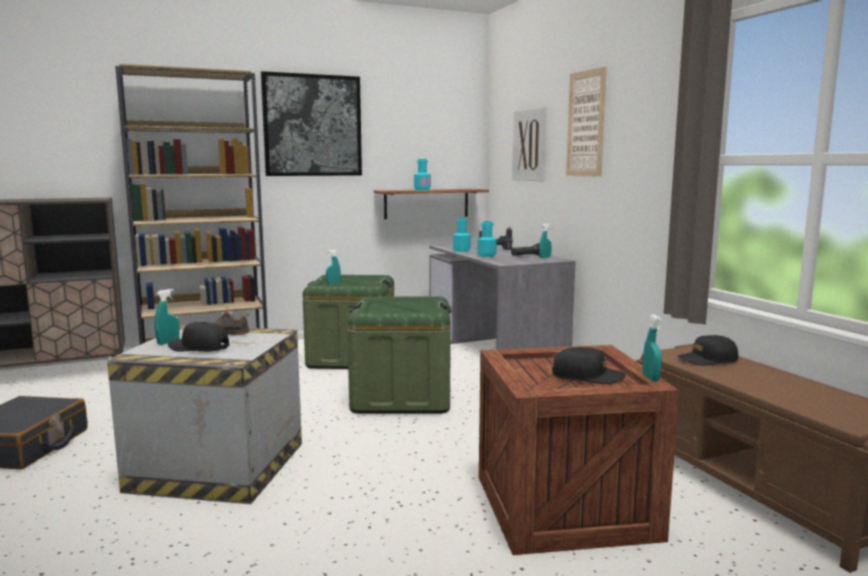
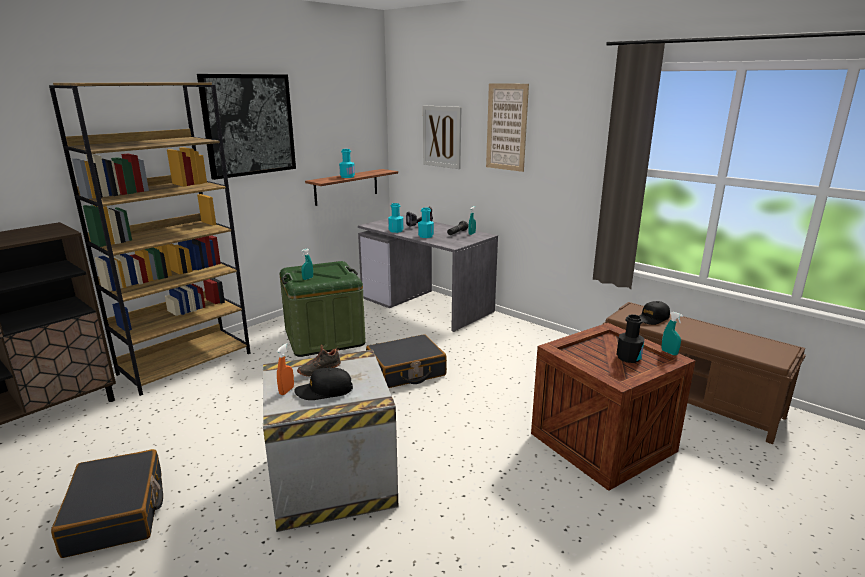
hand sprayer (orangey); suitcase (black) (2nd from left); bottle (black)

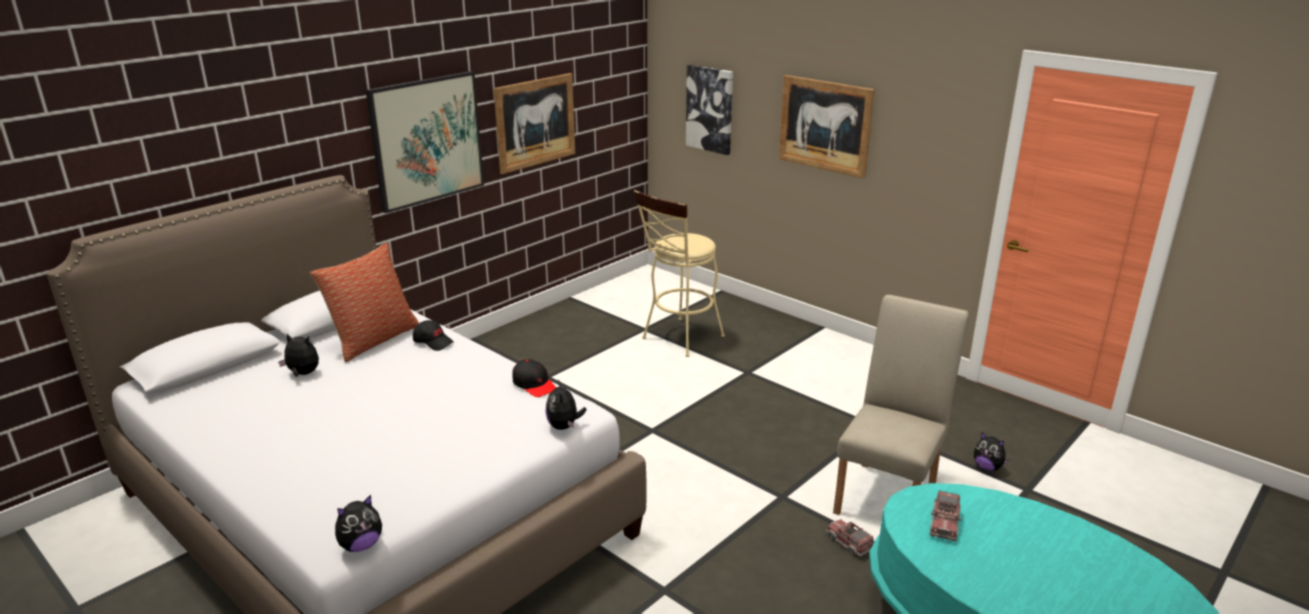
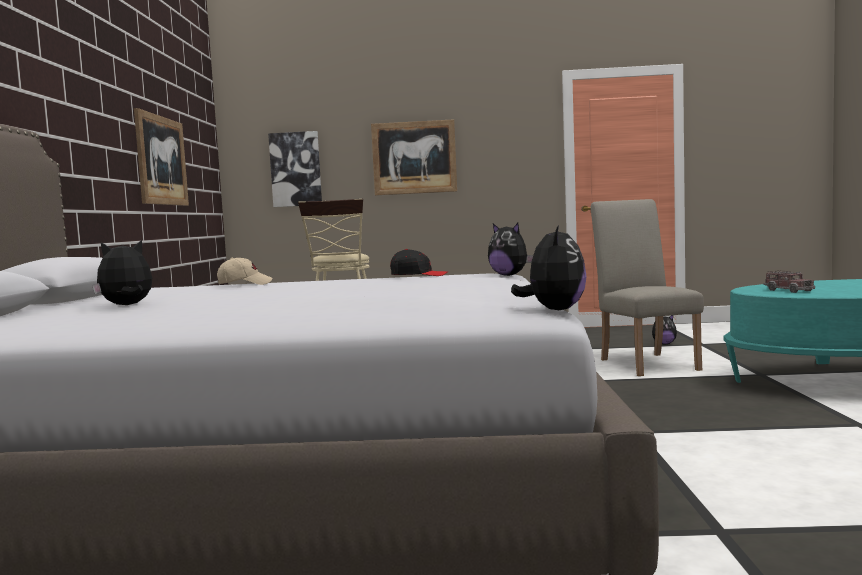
picture (1st from left in the first image); cushion; peaked cap (sand-coloured); toy truck (1st from left in the first image)

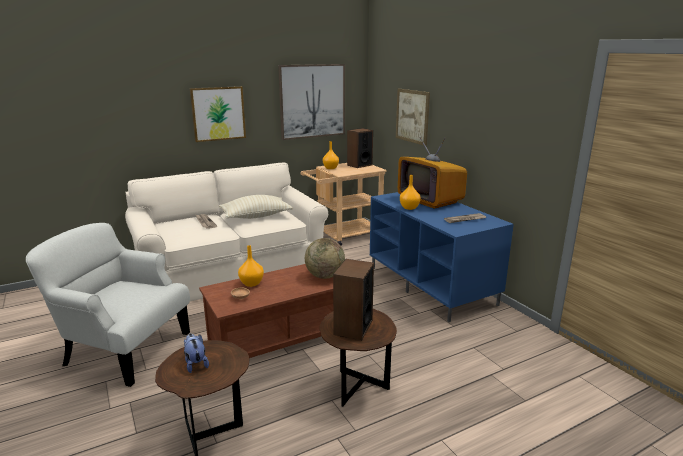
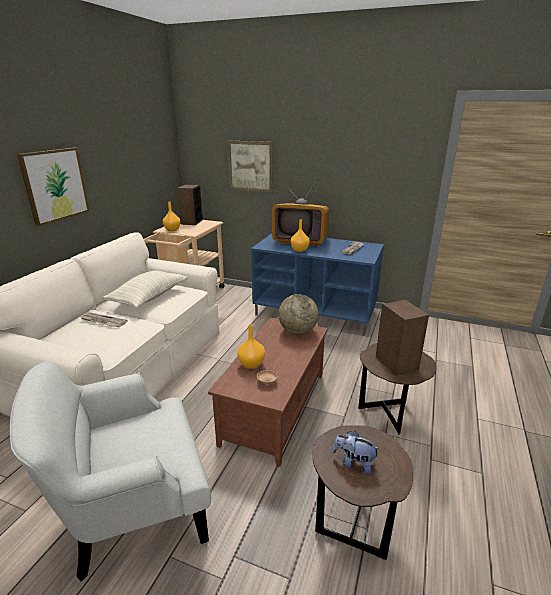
picture (2nd from left in the first image)

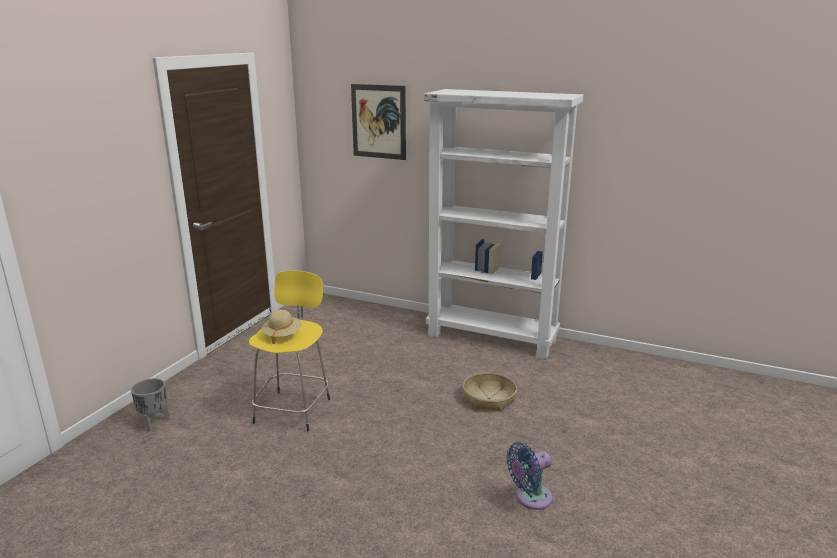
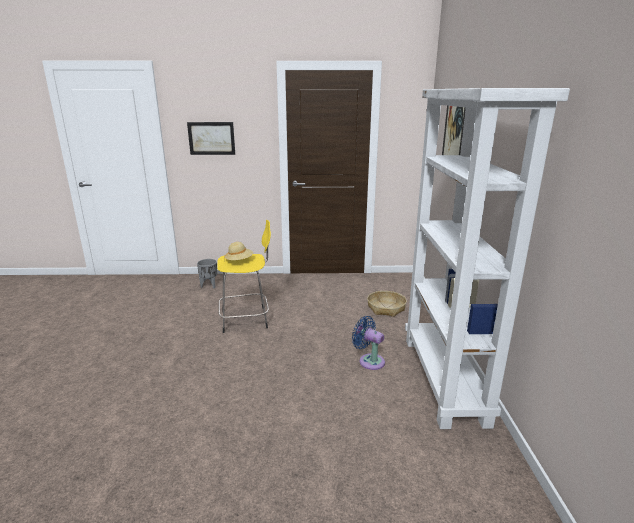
storage basket; cooling fan (blue-coloured); picture (1st from left)

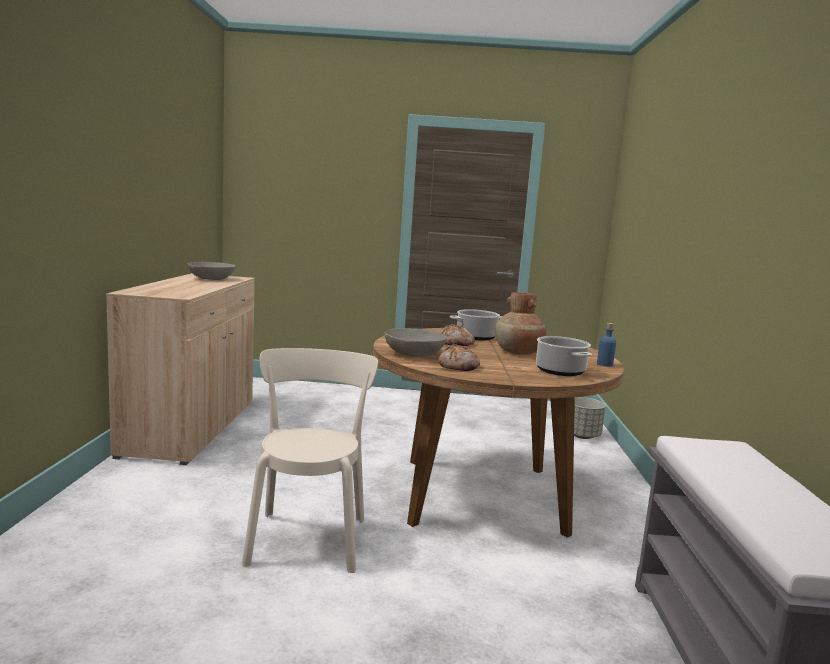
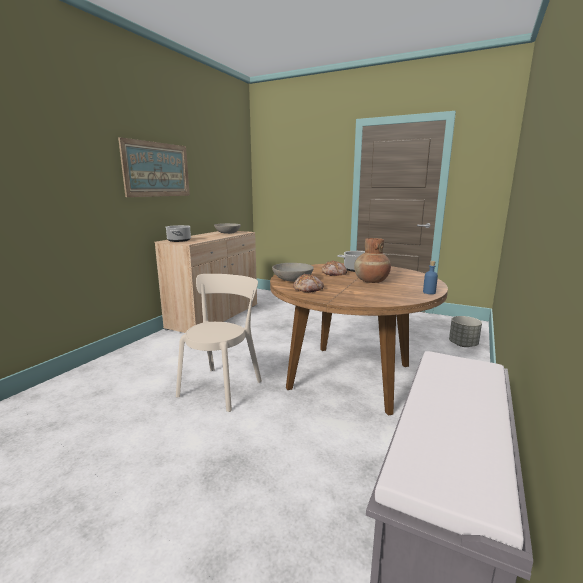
cooking pot (1st from left); picture

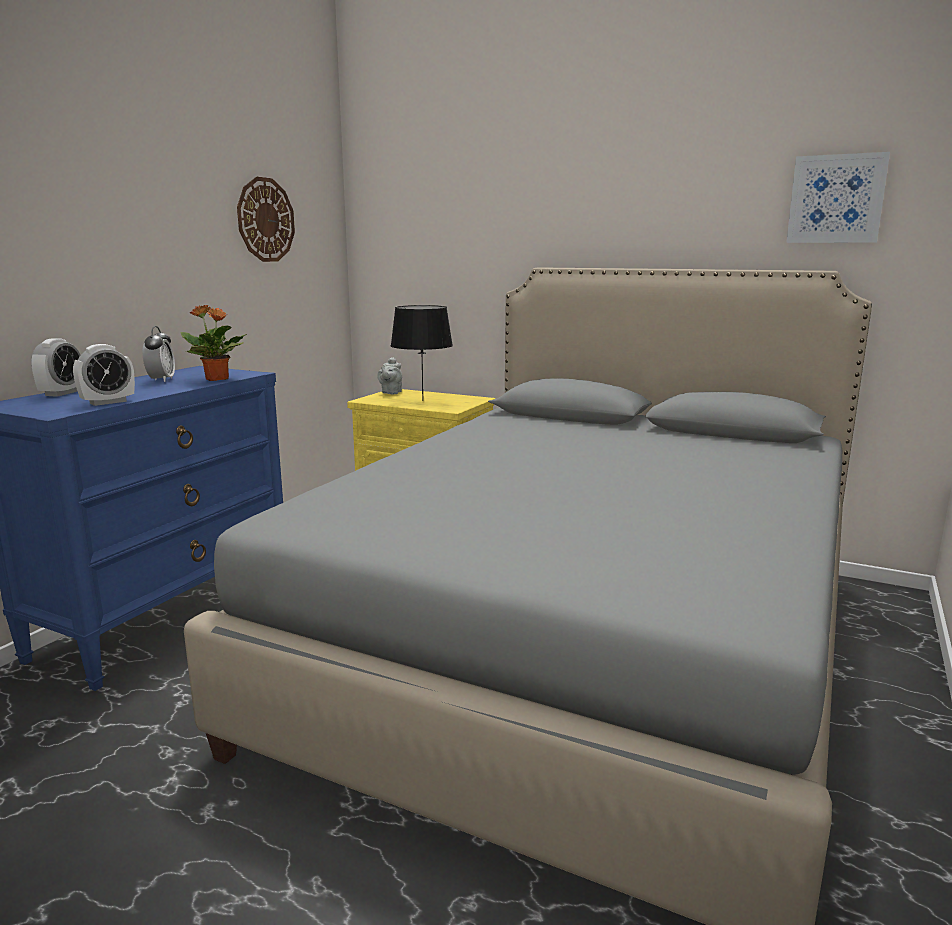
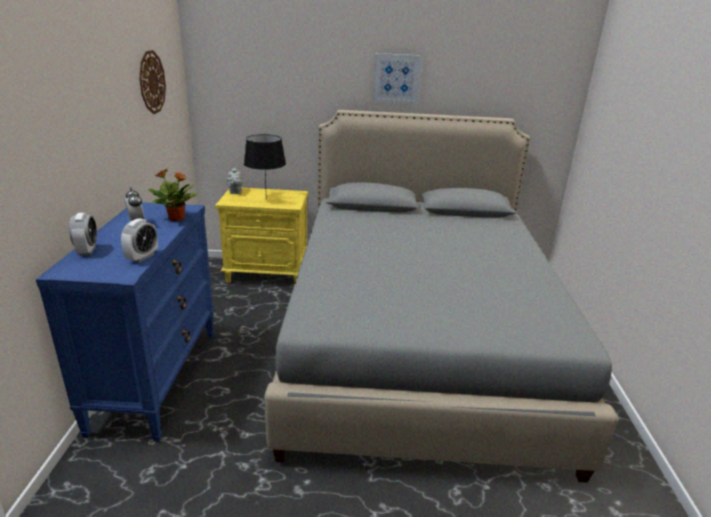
picture

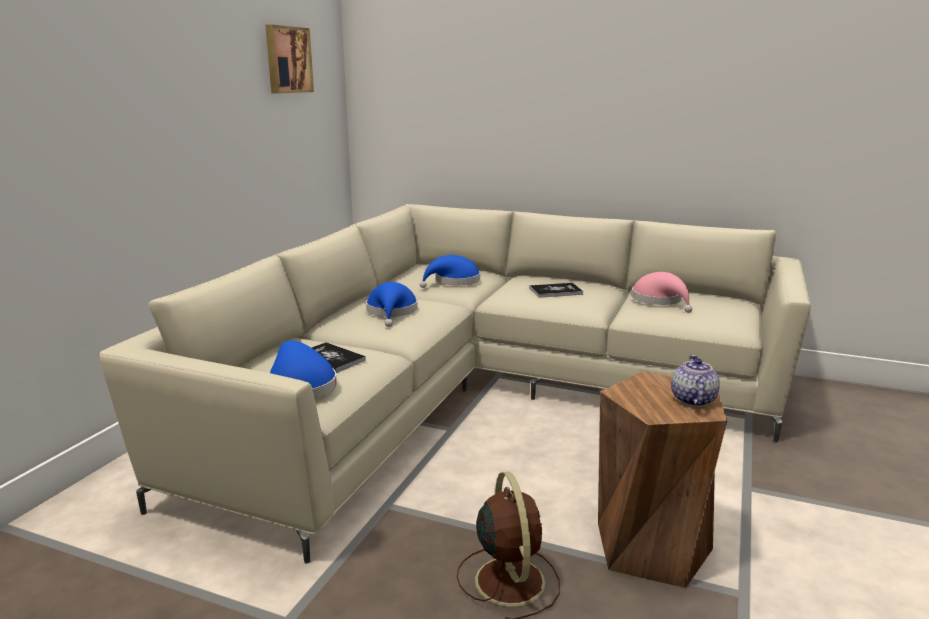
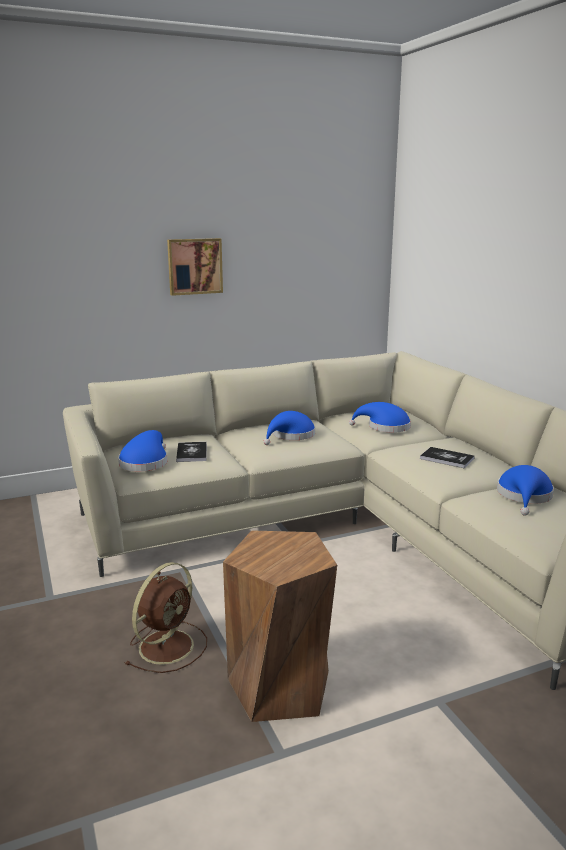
picture; clothing hat (blue-coloured) (4th from left); tea pot

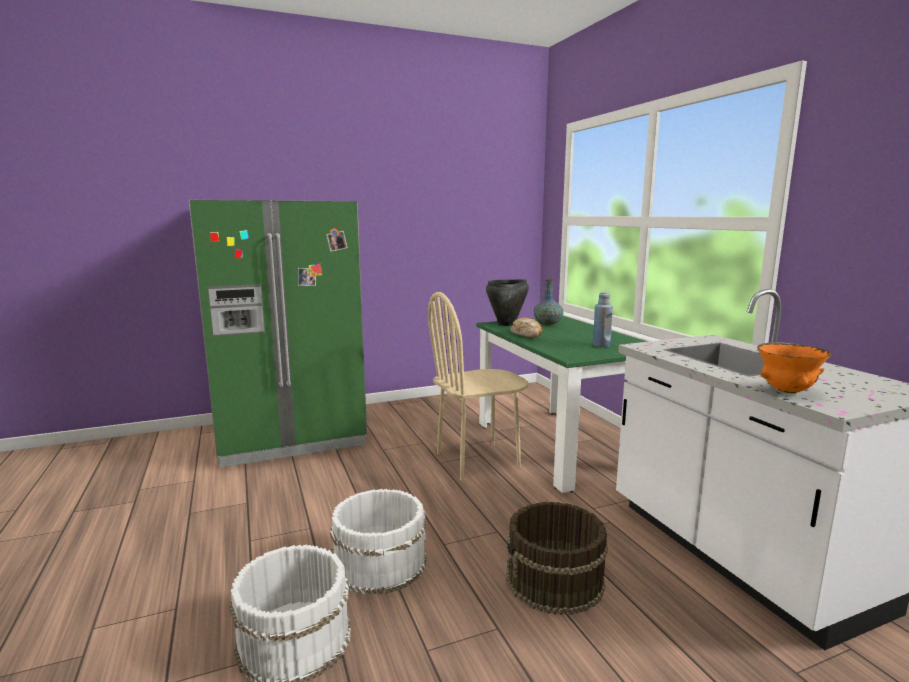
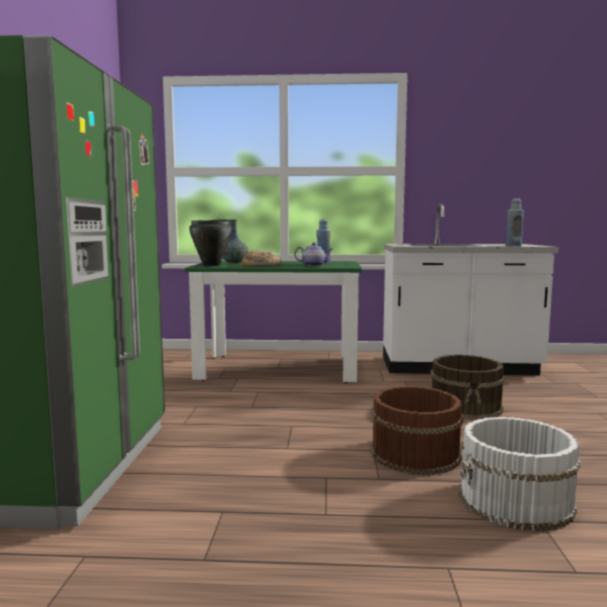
upright chair (sand-coloured); bottle (blue-coloured) (2nd from left); pail (brownish) (1st from left); tea pot

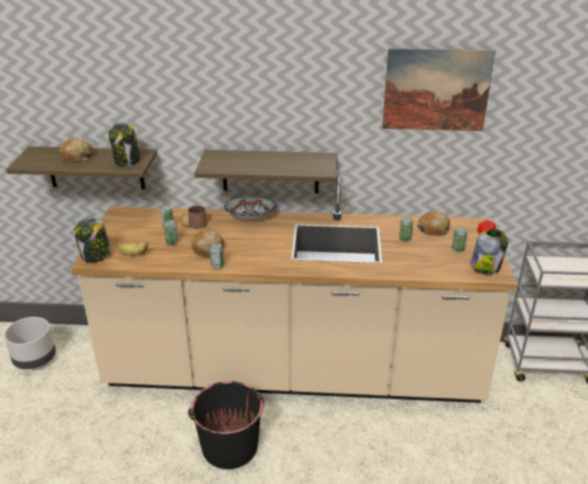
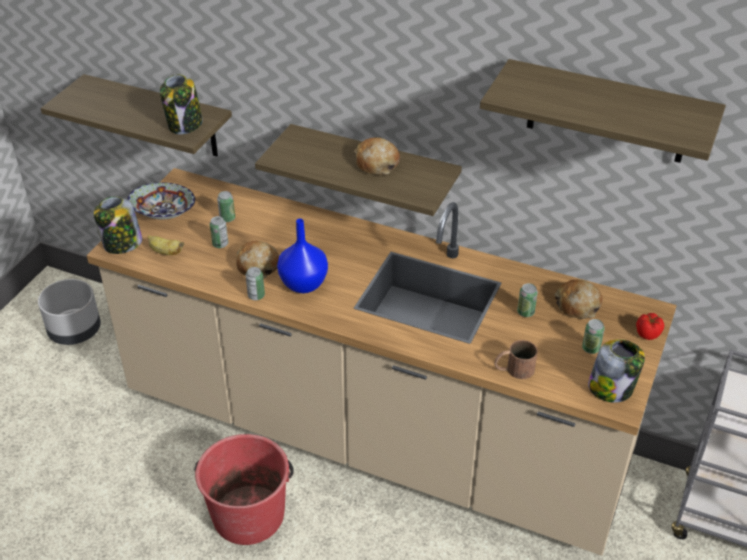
shelf (3rd from left); bread (2nd from left); deep dish; coffee mug (brownish); pail (red-coloured); vase (blue-coloured)

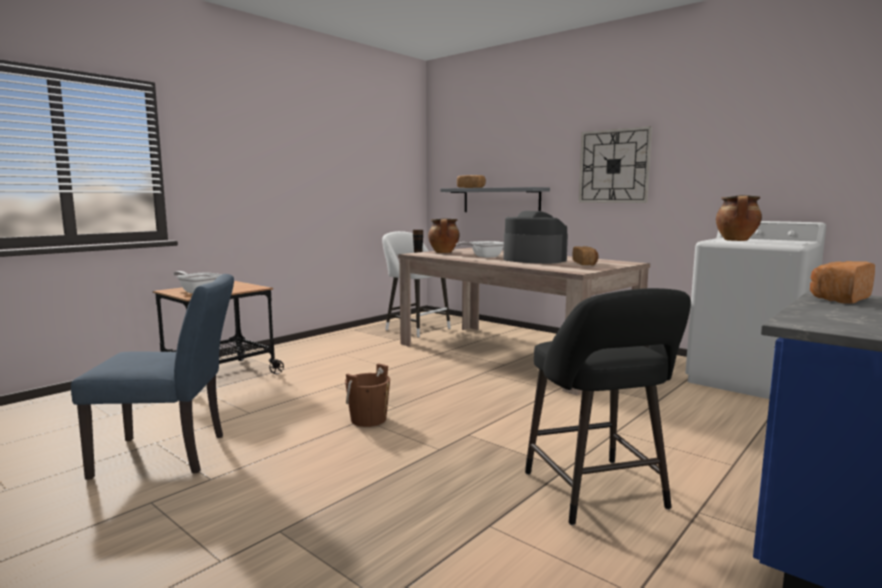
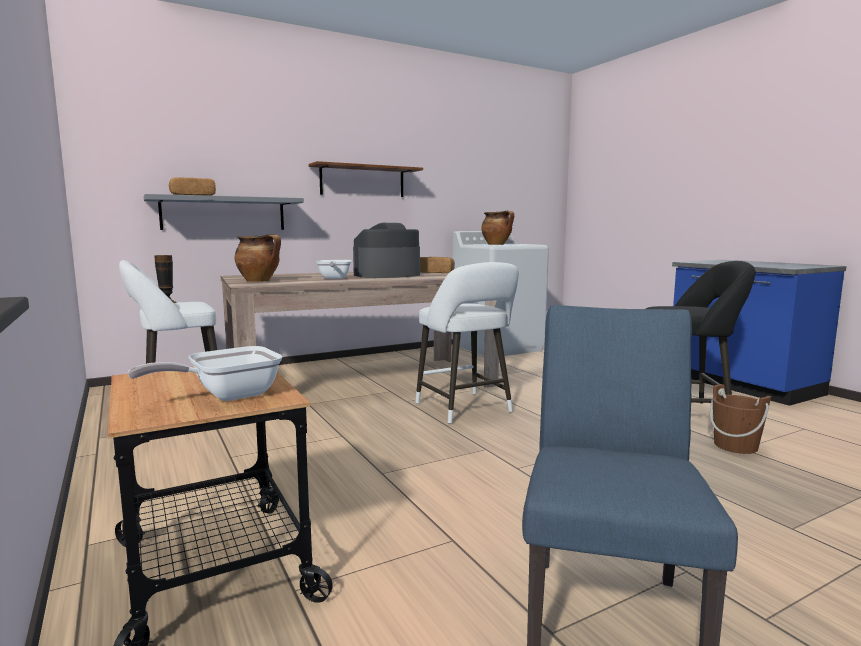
shelf (brownish); bread (3rd from left in the first image); pail (brownish); stool (white-coloured) (2nd from left)

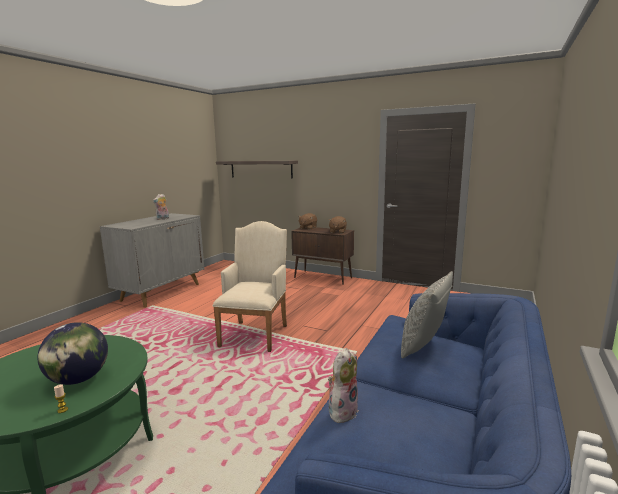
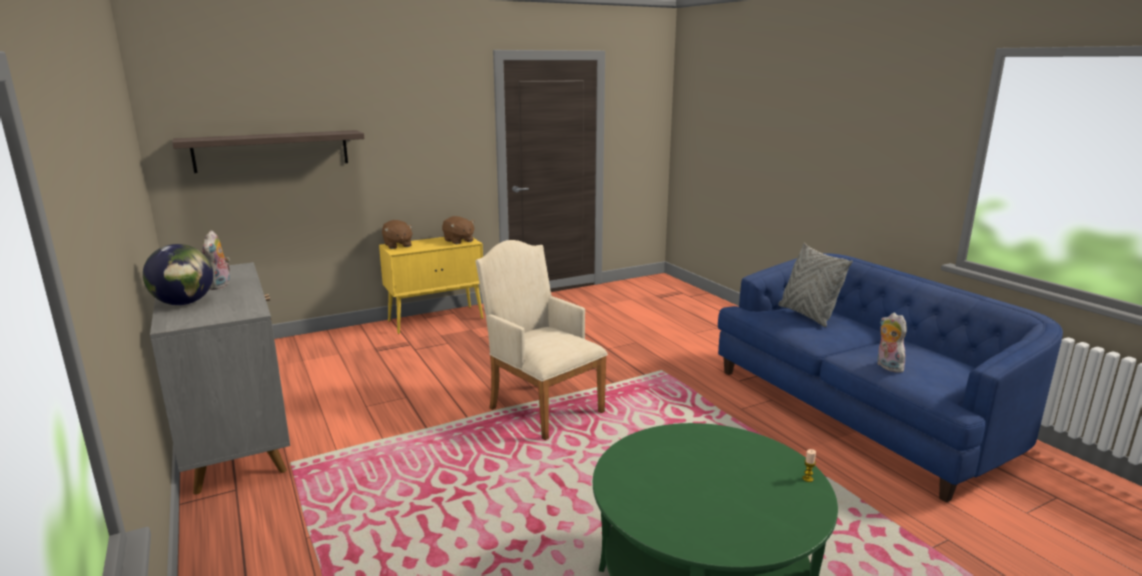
storage cabinet (yellow-coloured); world globe

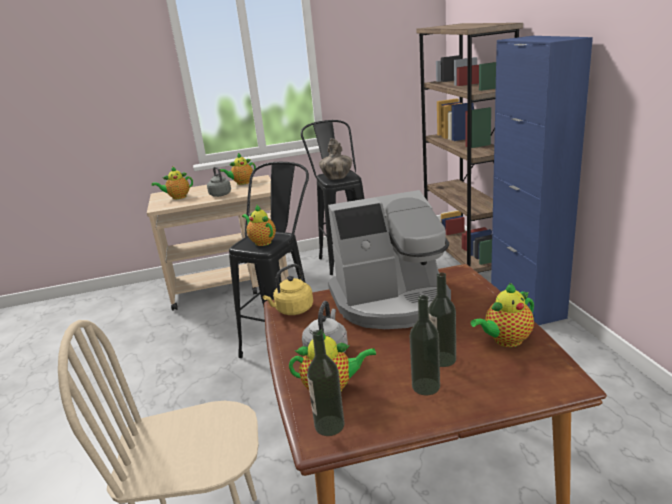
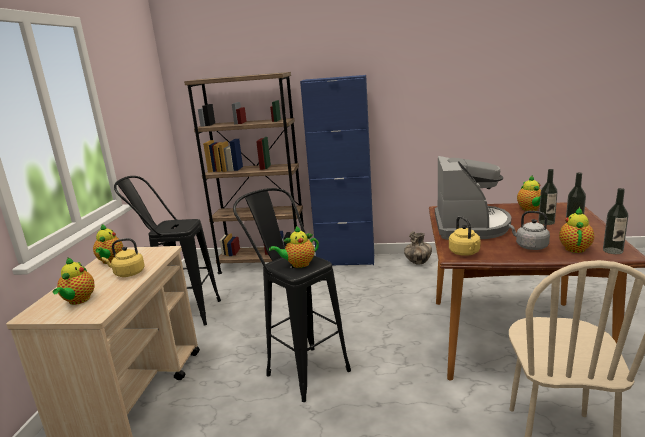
vase; tea kettle (yellow-coloured) (1st from left)

